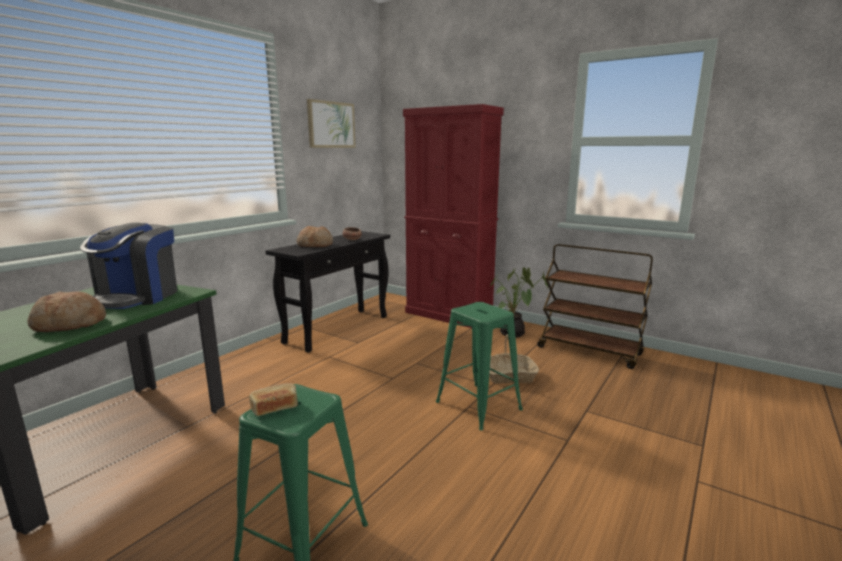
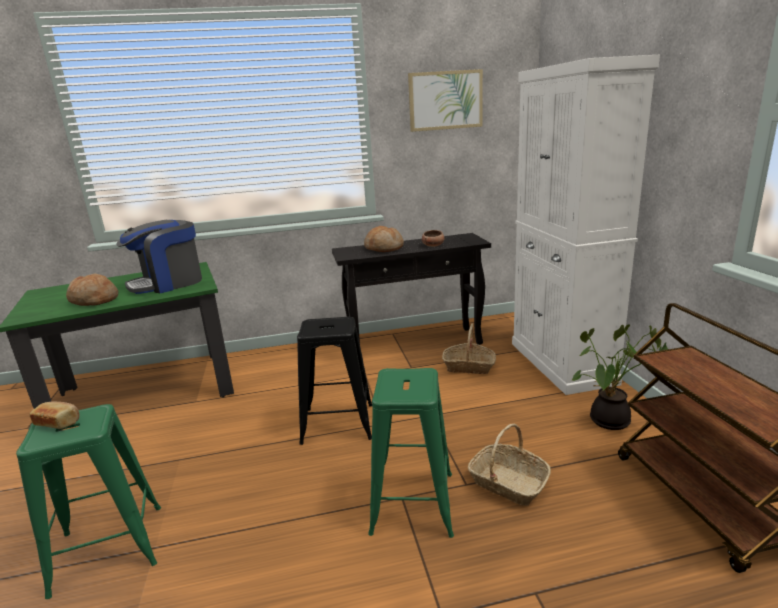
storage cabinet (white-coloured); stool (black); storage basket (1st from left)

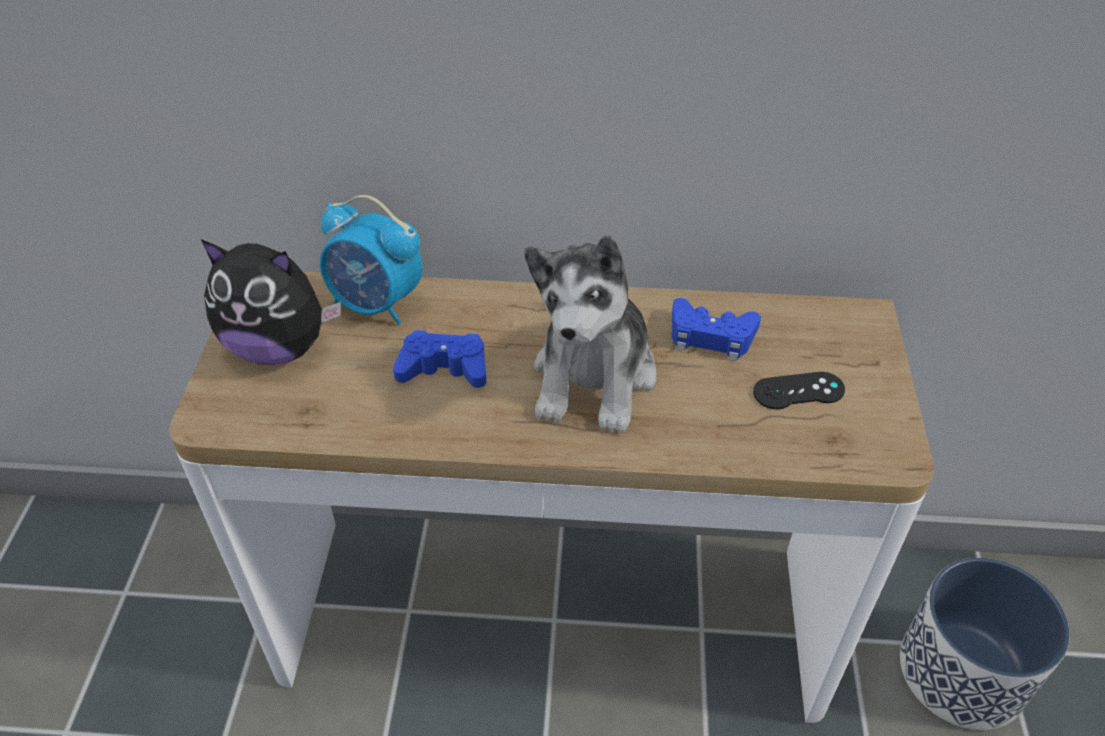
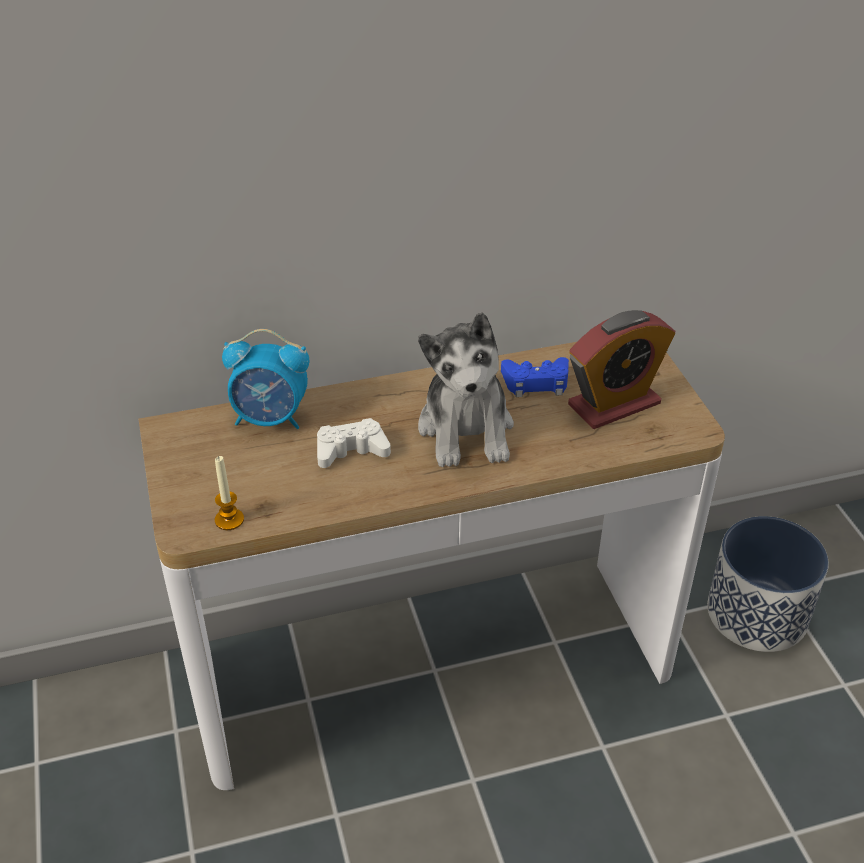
cuddly toy (1st from left in the first image); game controller (white-coloured); table clock (2nd from left); candle

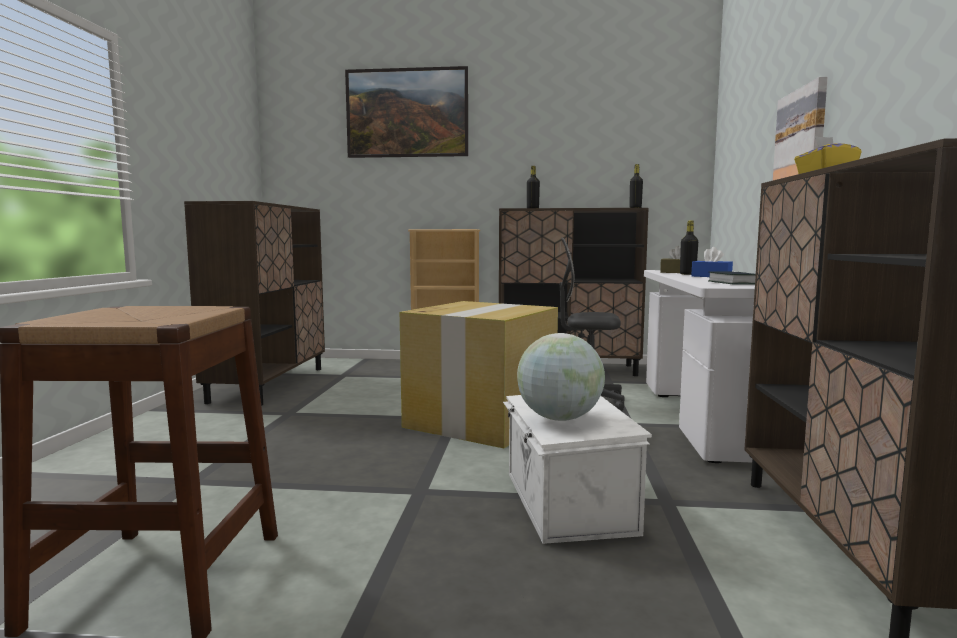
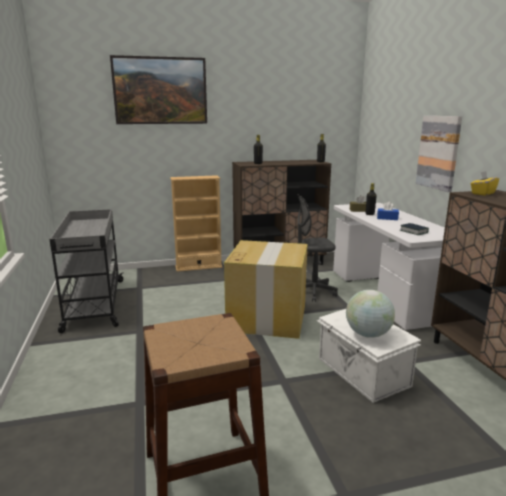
wheeled cart (greyish)

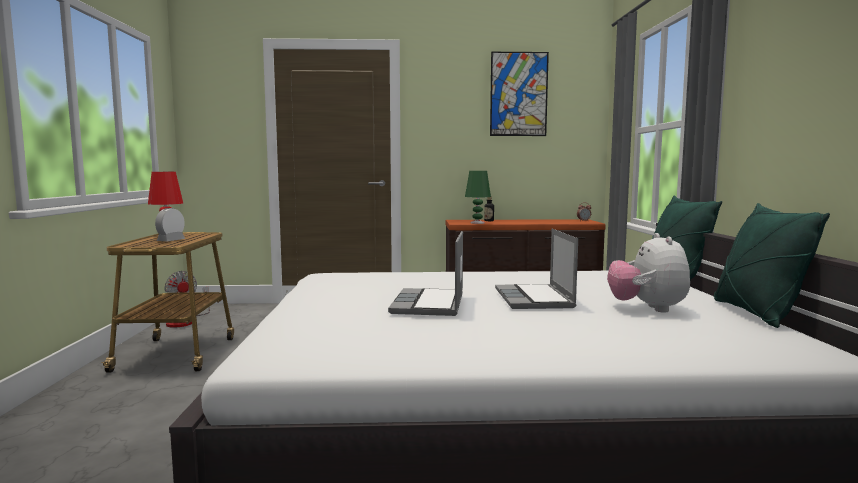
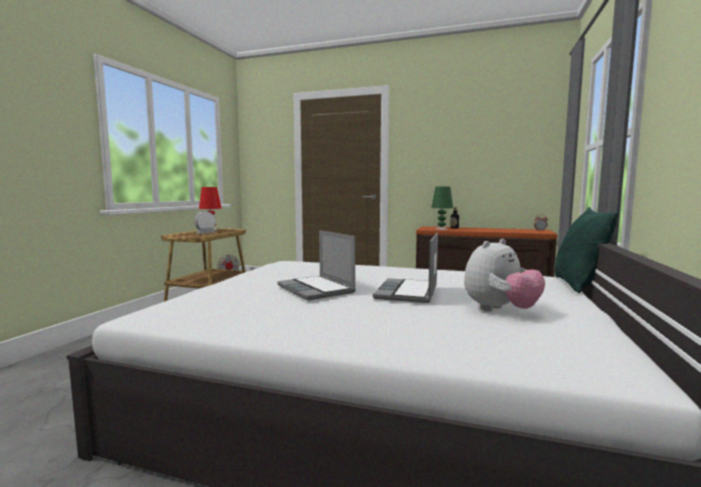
picture; cushion (green) (2nd from left in the first image); notebook computer (1st from left); cuddly toy

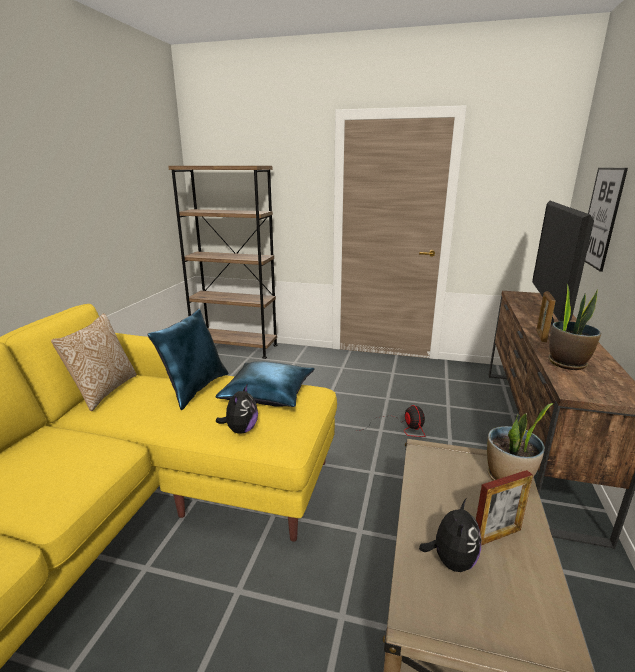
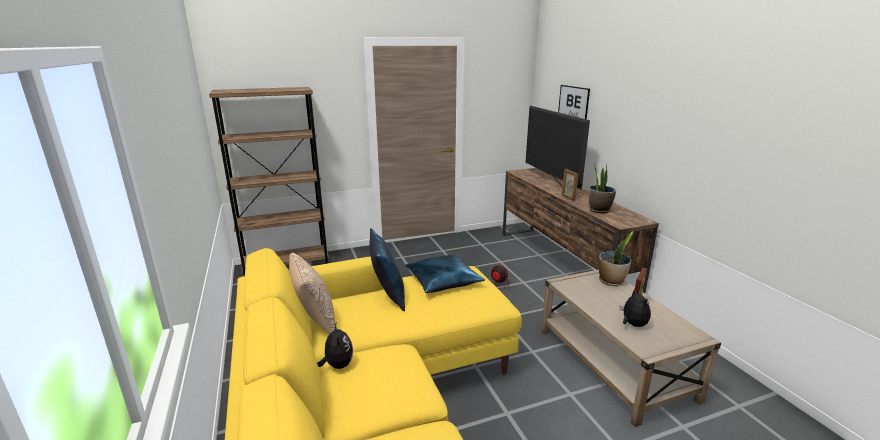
cuddly toy (1st from left)

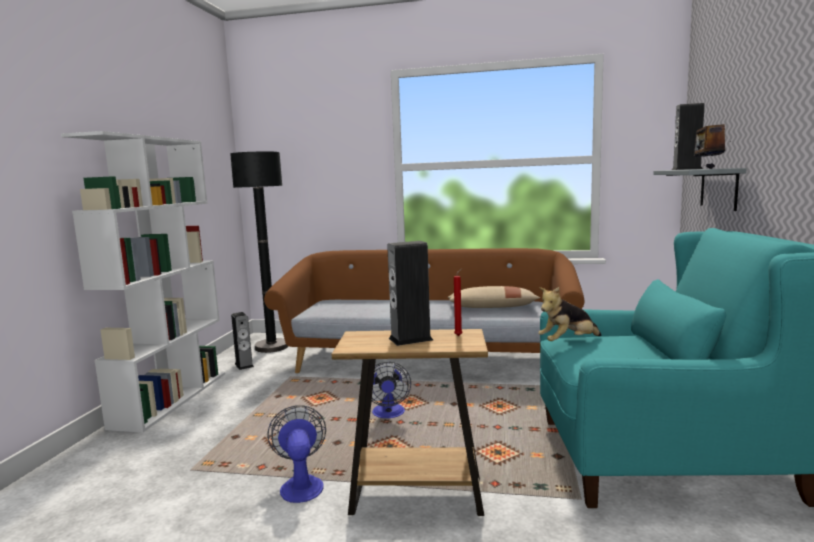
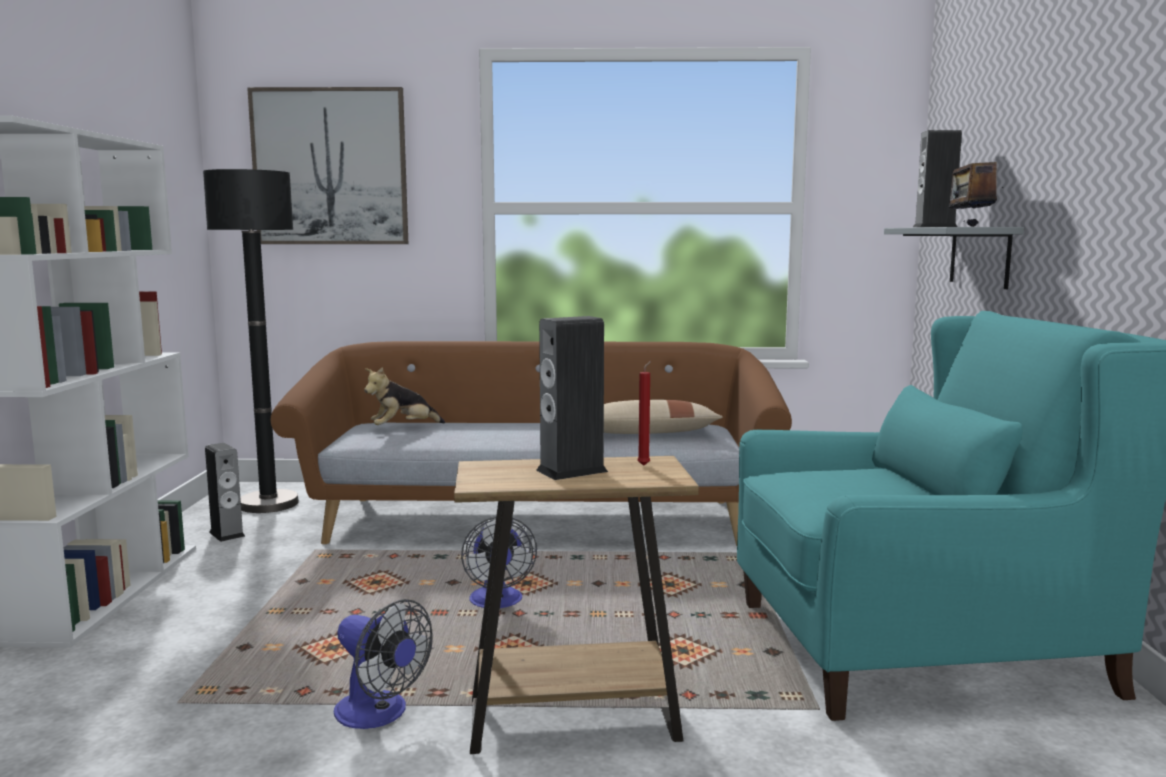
cuddly toy; cooling fan (1st from left); picture

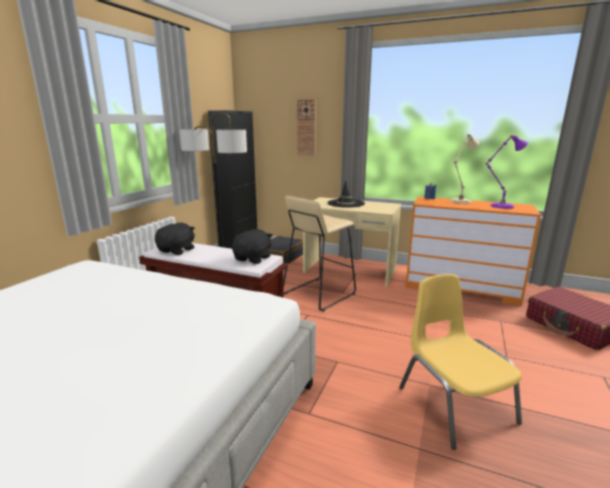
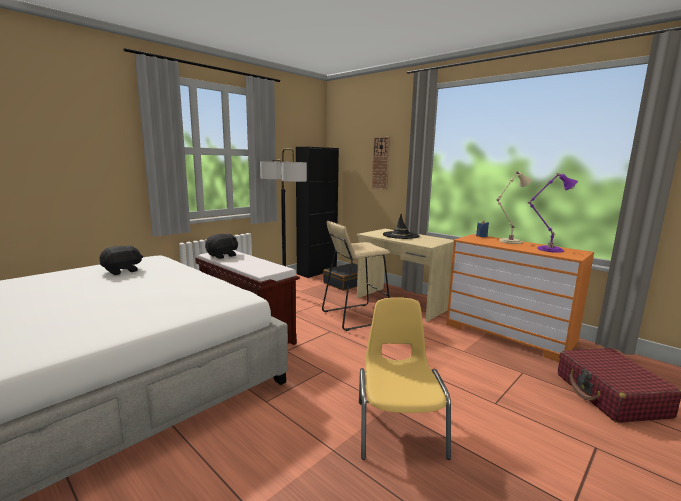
cuddly toy (black) (1st from left)

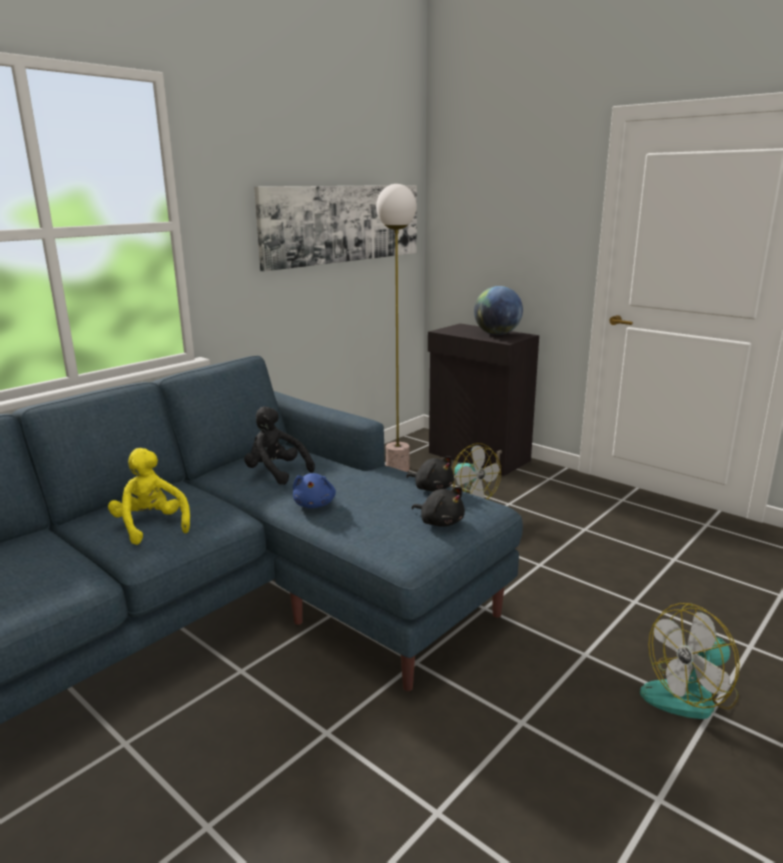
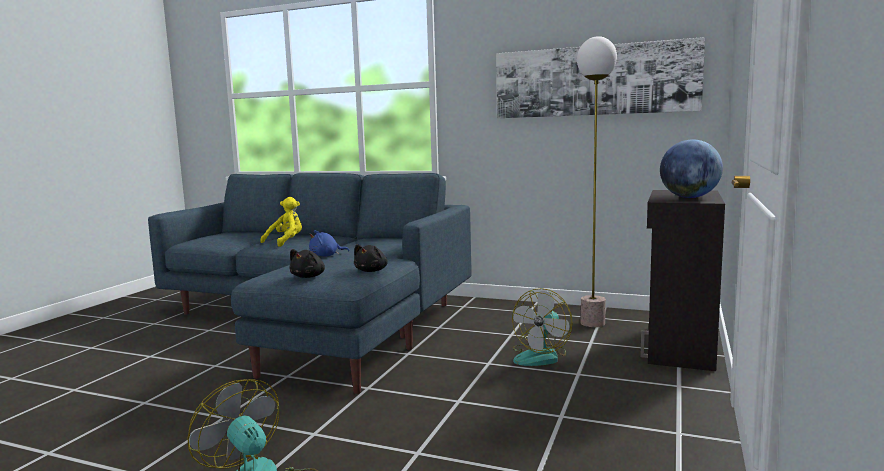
cuddly toy (black) (1st from left in the first image)

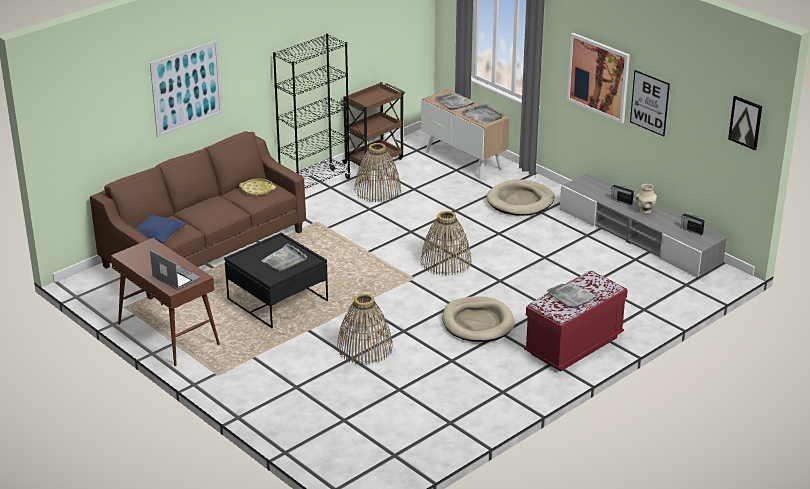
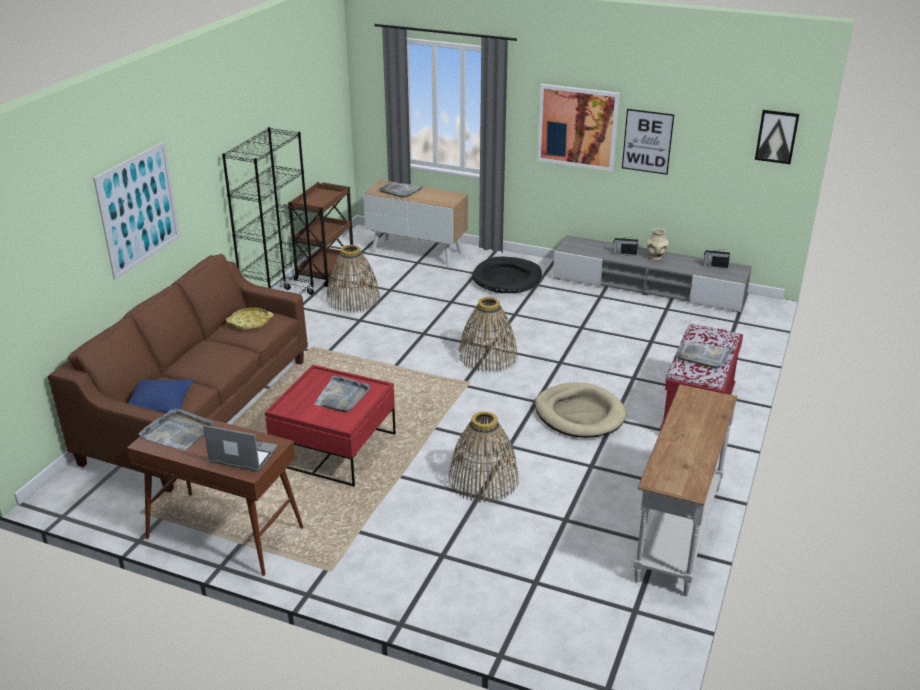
tray (greyish) (1st from left); dog bed (black); low table (red-coloured); hall table (white-coloured)

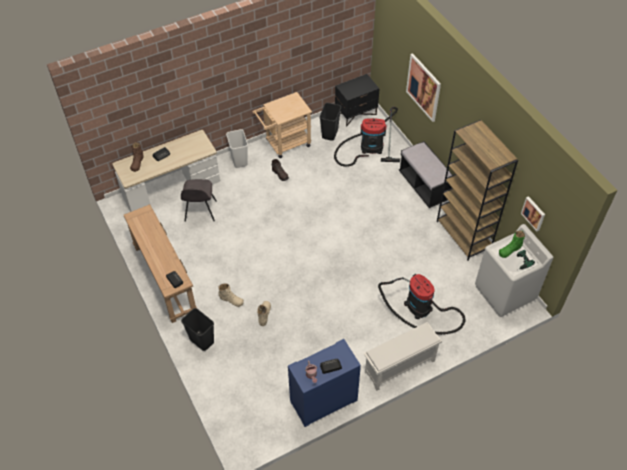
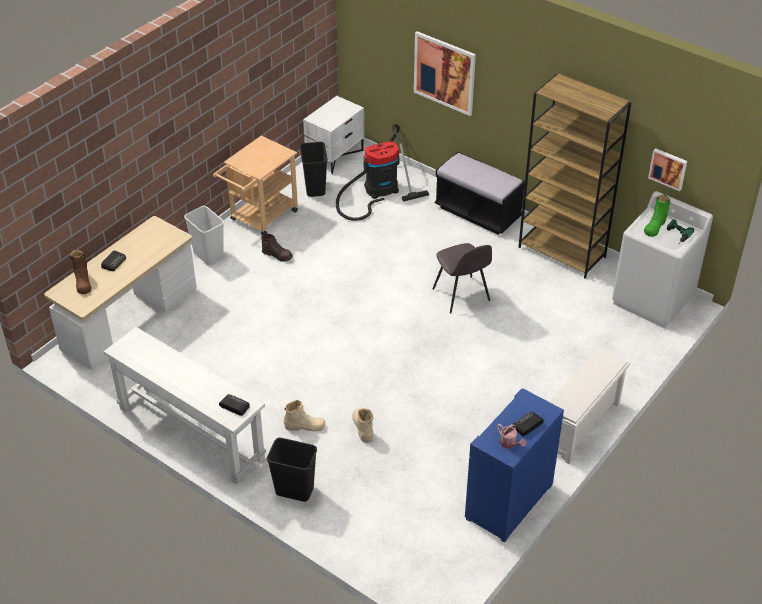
nightstand (white-coloured); upright chair (greyish); hall table (white-coloured); hoover (2nd from left in the first image)

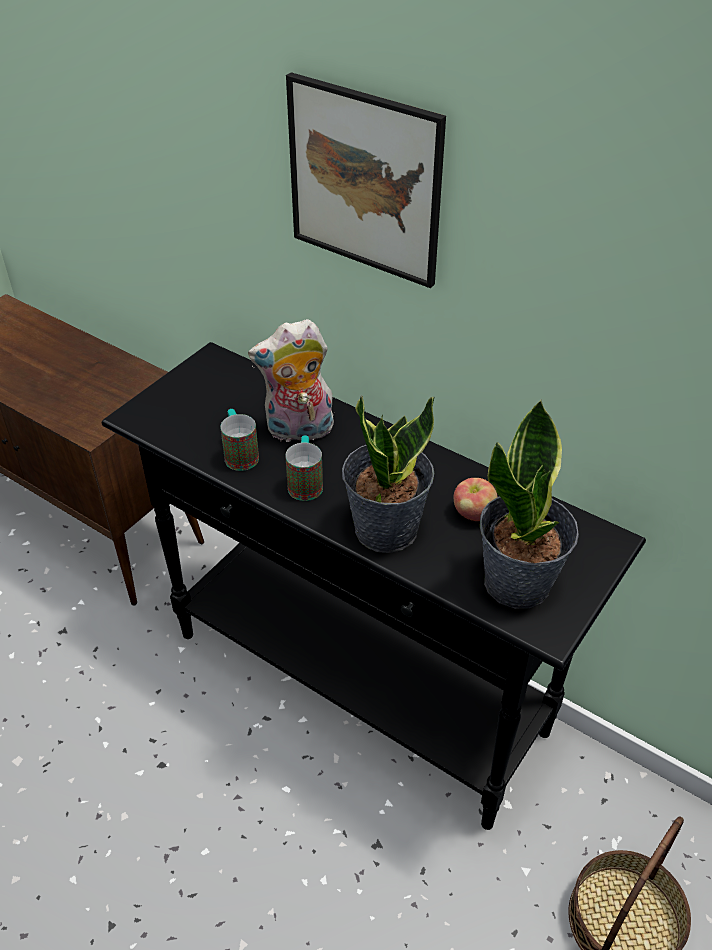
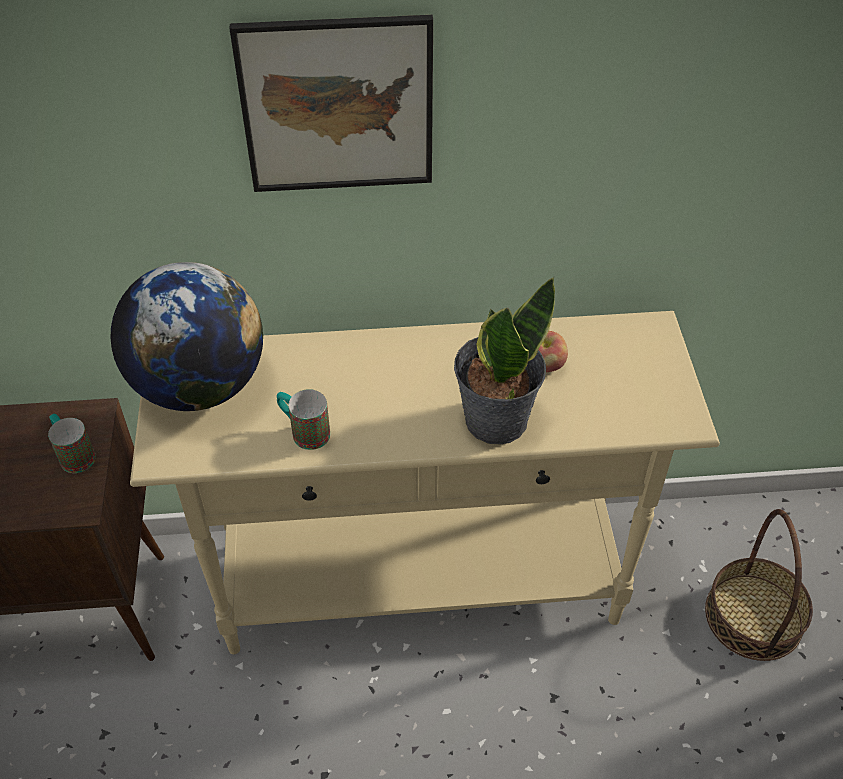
cuddly toy; hall table (sand-coloured); potted plant (2nd from left in the first image); coffee mug (1st from left); world globe

